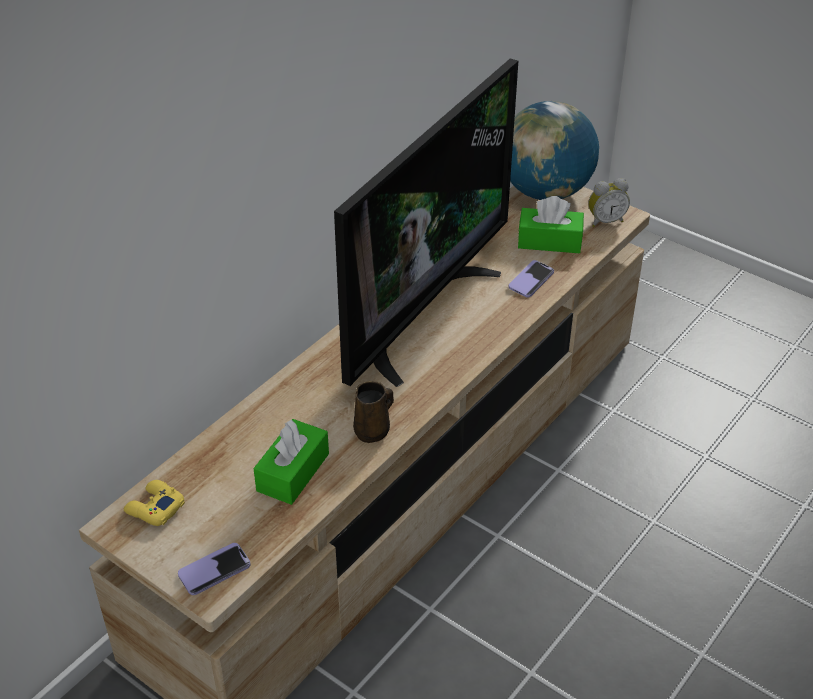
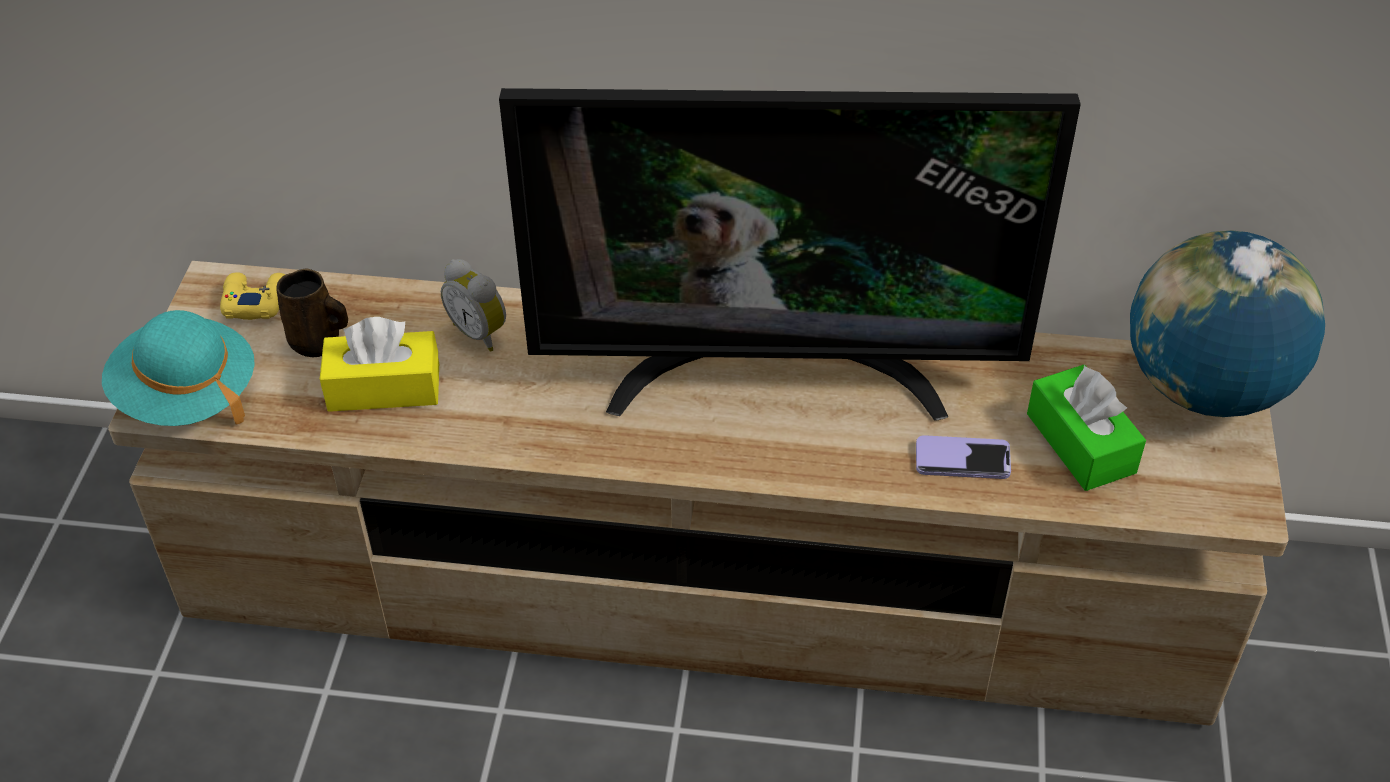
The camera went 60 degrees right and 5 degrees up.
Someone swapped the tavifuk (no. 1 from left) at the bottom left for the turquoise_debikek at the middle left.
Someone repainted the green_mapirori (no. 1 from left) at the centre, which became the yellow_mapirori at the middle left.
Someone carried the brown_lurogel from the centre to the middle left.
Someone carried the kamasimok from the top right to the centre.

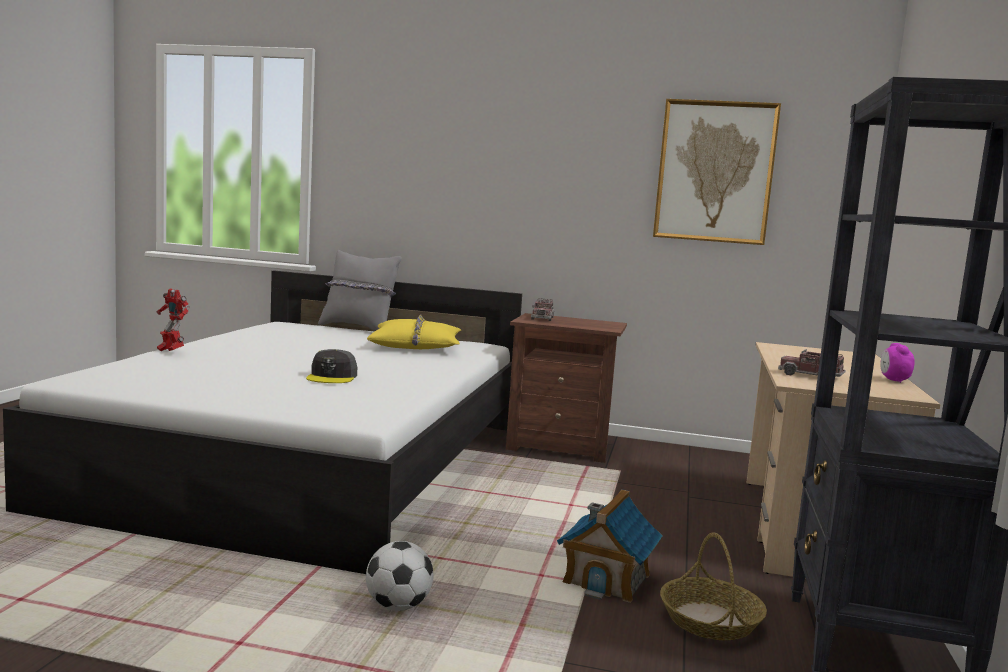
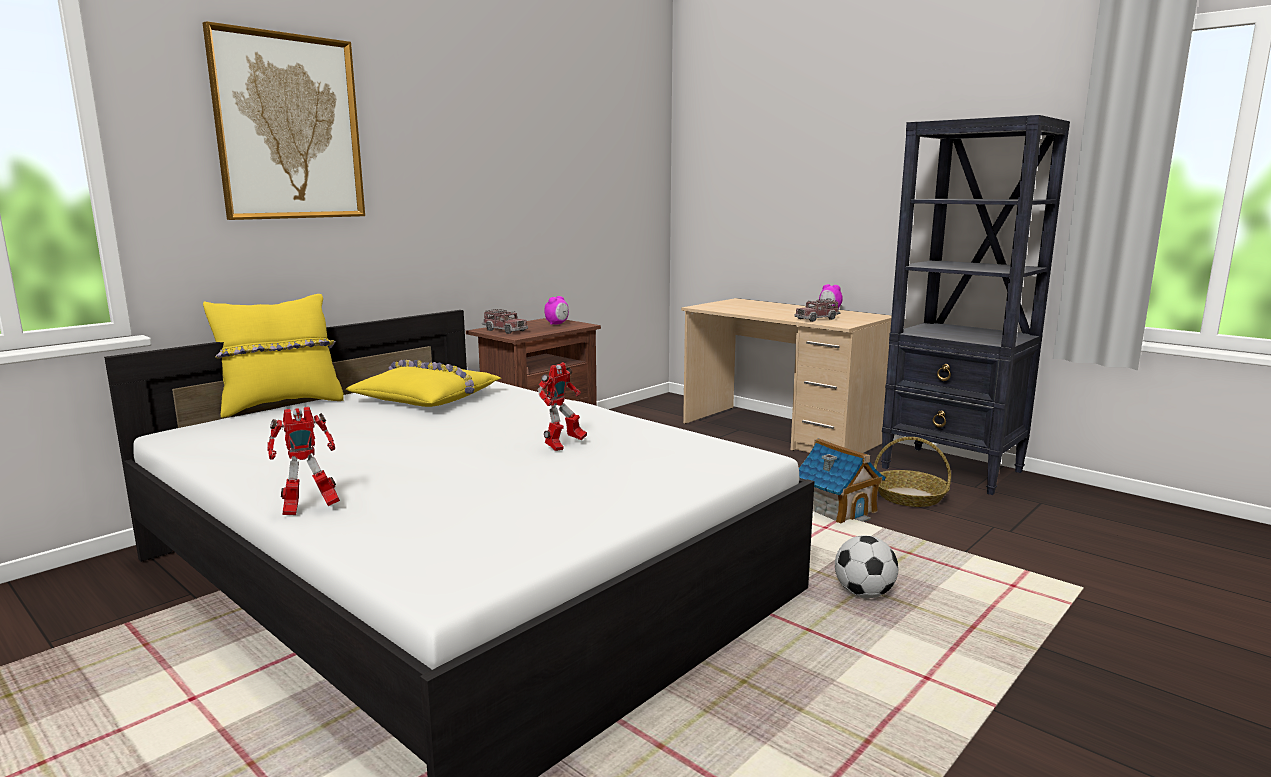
The camera went 60 degrees left and 5 degrees up.
Someone swapped the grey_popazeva at the middle left for the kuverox (no. 2 from left) at the centre.
Someone repainted the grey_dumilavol at the centre, which became the yellow_dumilavol (no. 1 from left) at the middle left.
Someone carried the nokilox from the top right to the top left.
Someone put down the kamasimok (no. 1 from left) at the centre.

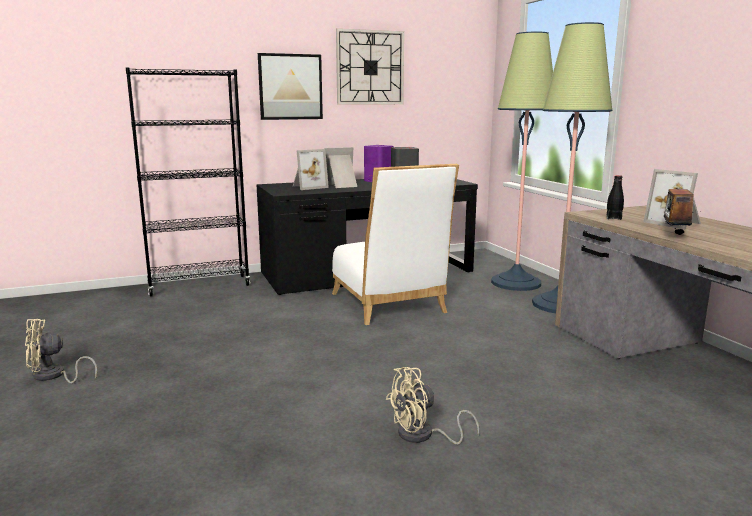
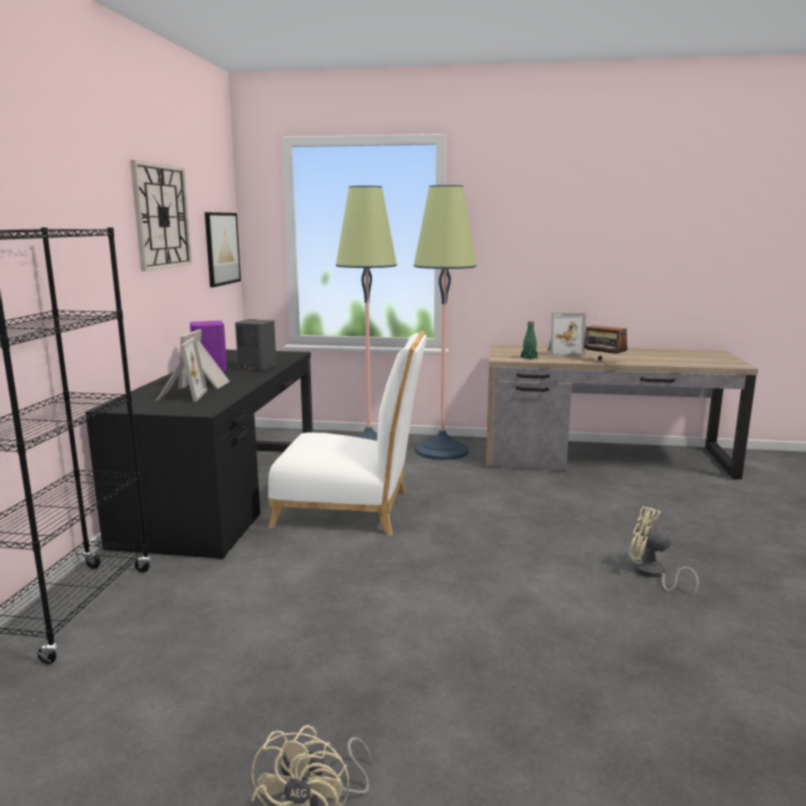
The camera went 60 degrees left and 0 degrees up.
Someone carried the nokilox from the top centre to the top left.
Someone rotated the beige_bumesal (no. 2 from left) at the bottom centre by 120 degrees clockwise.
Someone repainted the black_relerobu at the middle right, which became the green_relerobu at the centre.

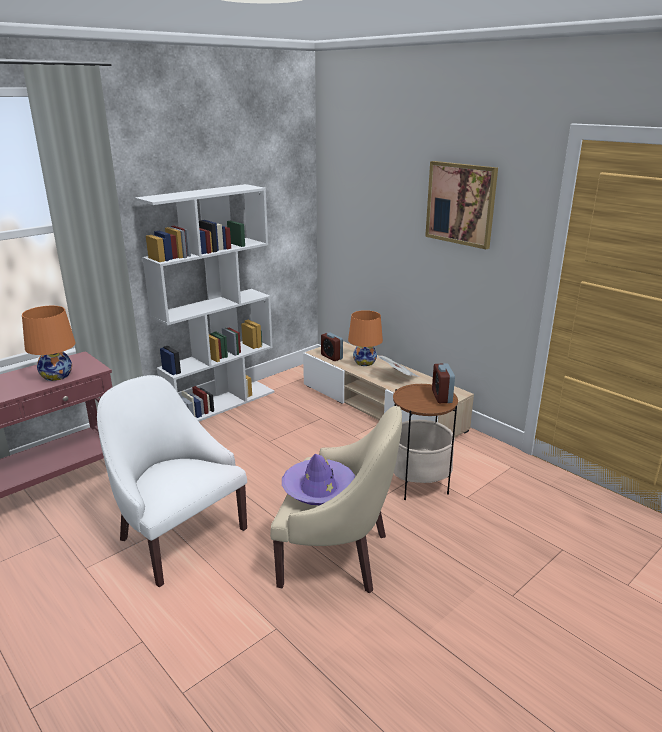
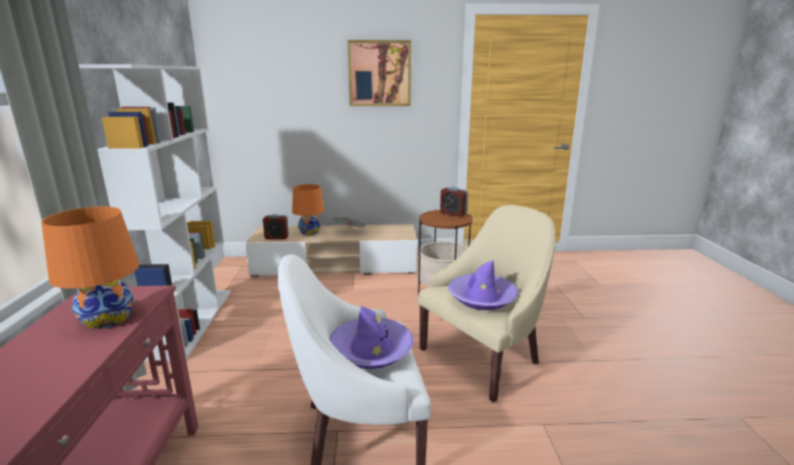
The camera went 50 degrees left and 5 degrees down.
Someone put down the purple_debikek (no. 1 from left) at the bottom centre.

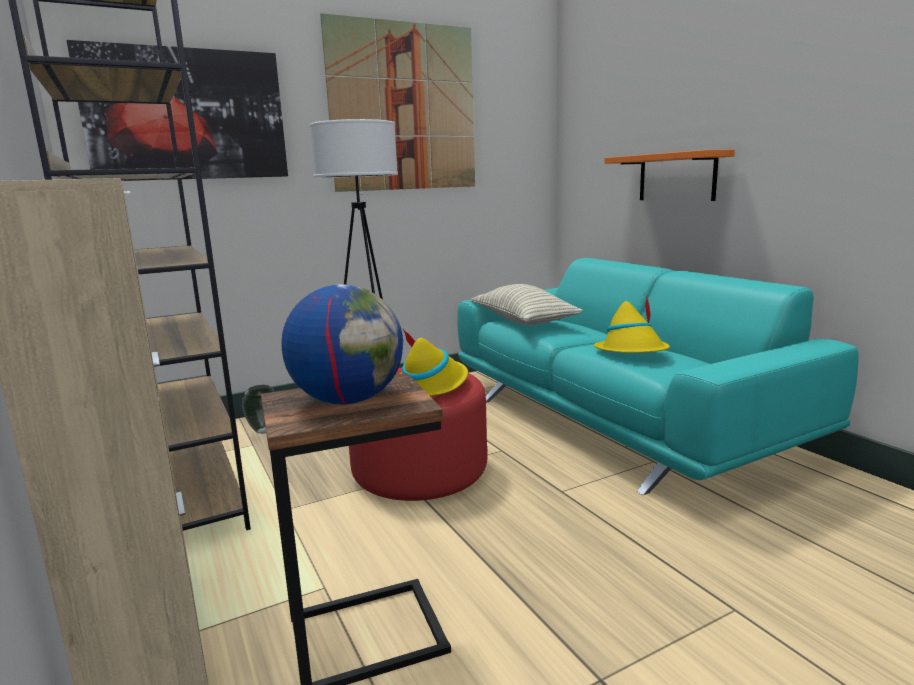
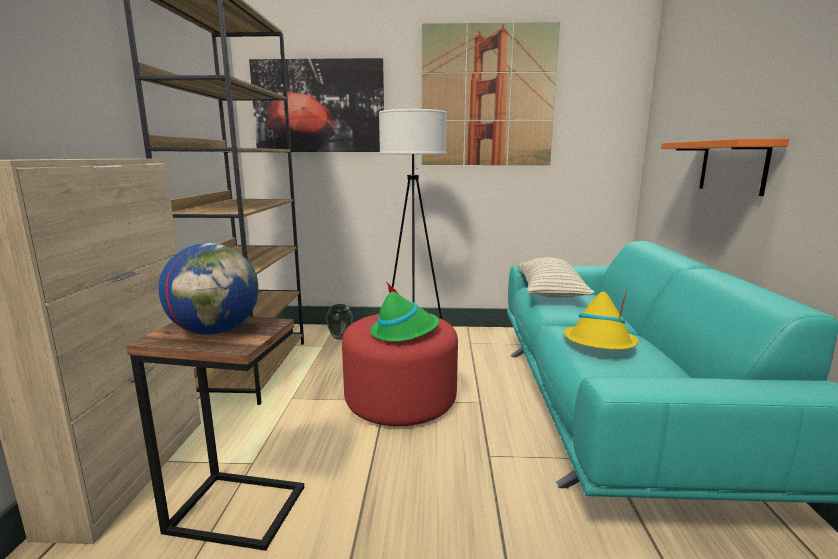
The camera went 30 degrees right and 0 degrees up.
Someone repainted the yellow_debikek (no. 1 from left) at the centre, which became the green_debikek at the centre.

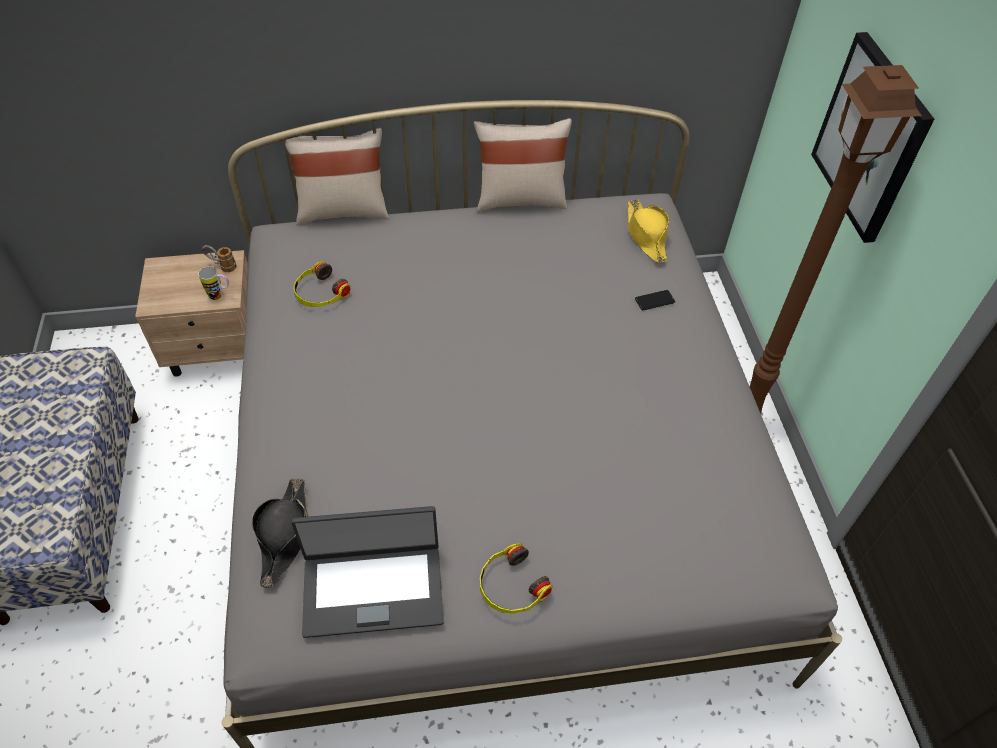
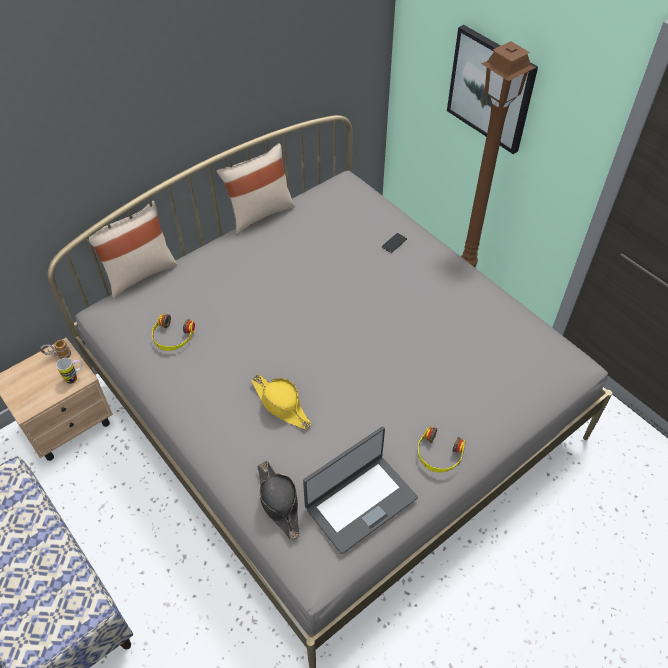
The camera went 30 degrees left and 0 degrees up.
Someone carried the yellow_debikek from the top centre to the centre.

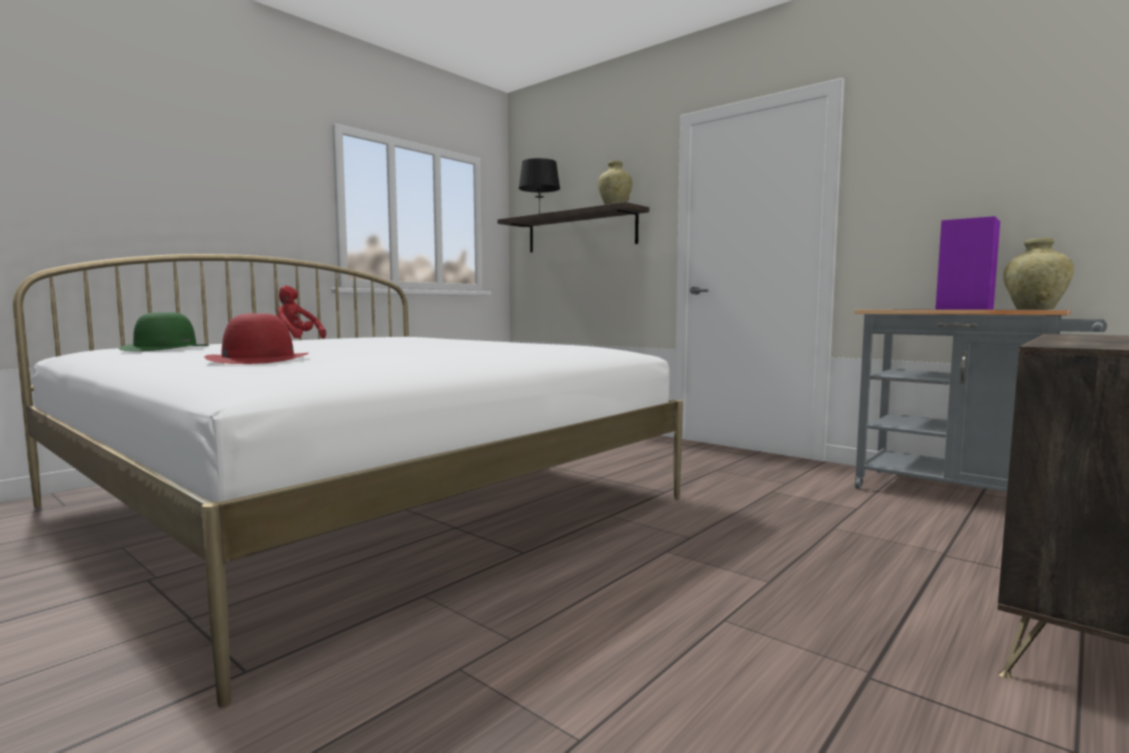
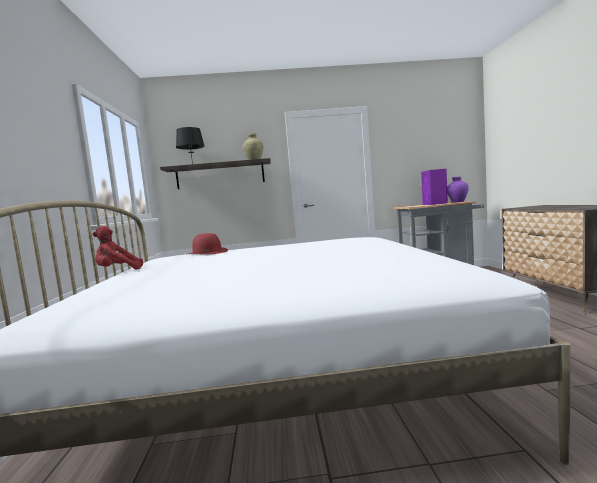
The camera went 45 degrees left and 0 degrees up.
Someone took away the green_debikek at the middle left.
Someone carried the red_debikek from the middle left to the centre.
Someone repainted the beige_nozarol (no. 2 from left) at the middle right, which became the purple_nozarol at the middle right.

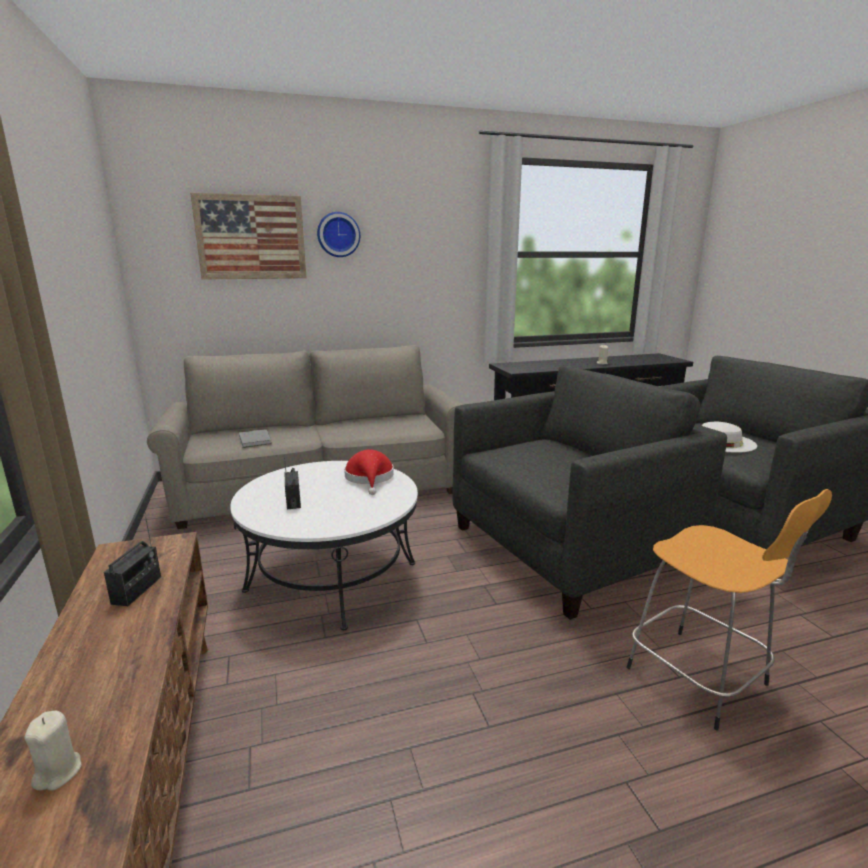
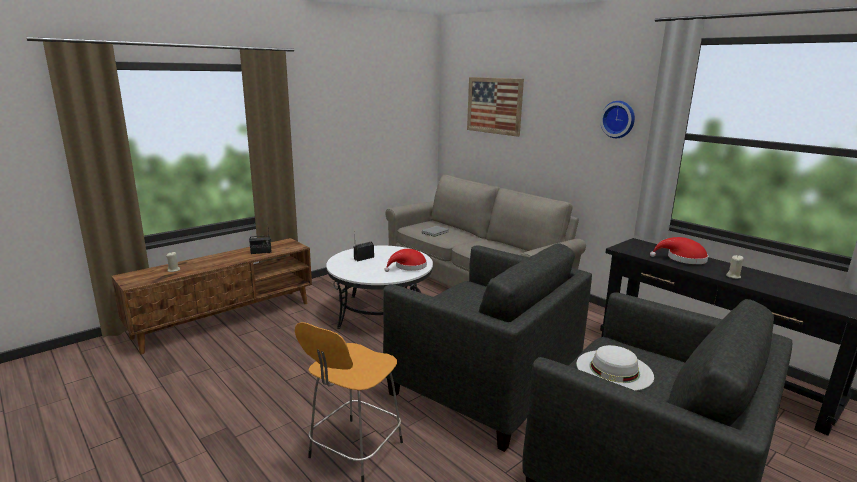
The camera went 65 degrees right and 0 degrees up.
Someone carried the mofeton from the top centre to the top right.
Someone put down the red_debikek (no. 2 from left) at the middle right.

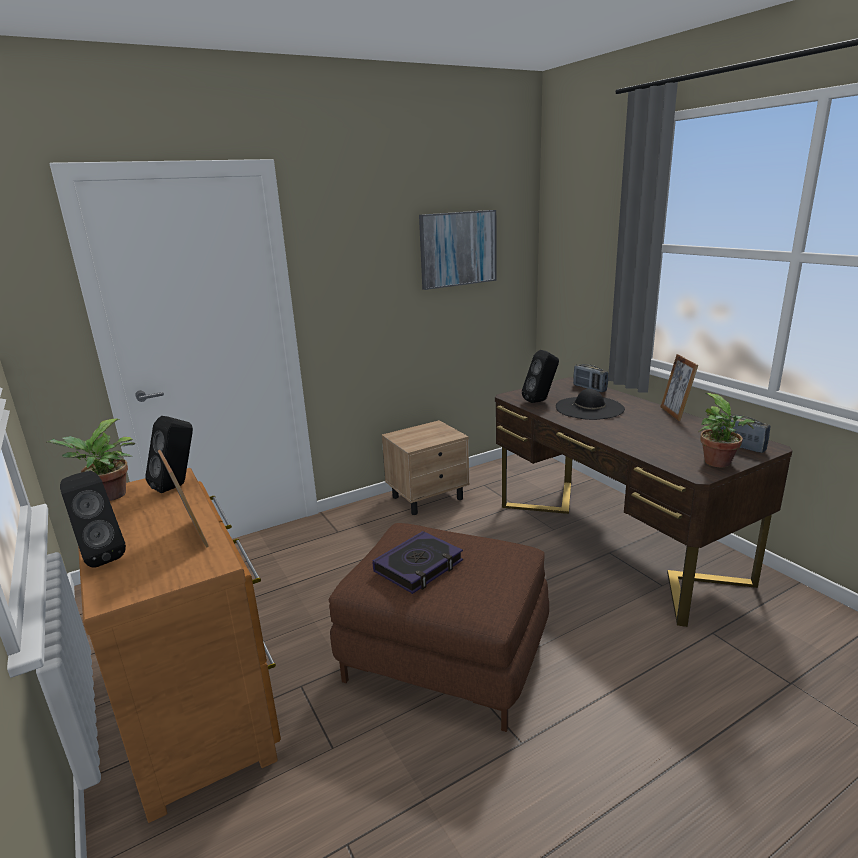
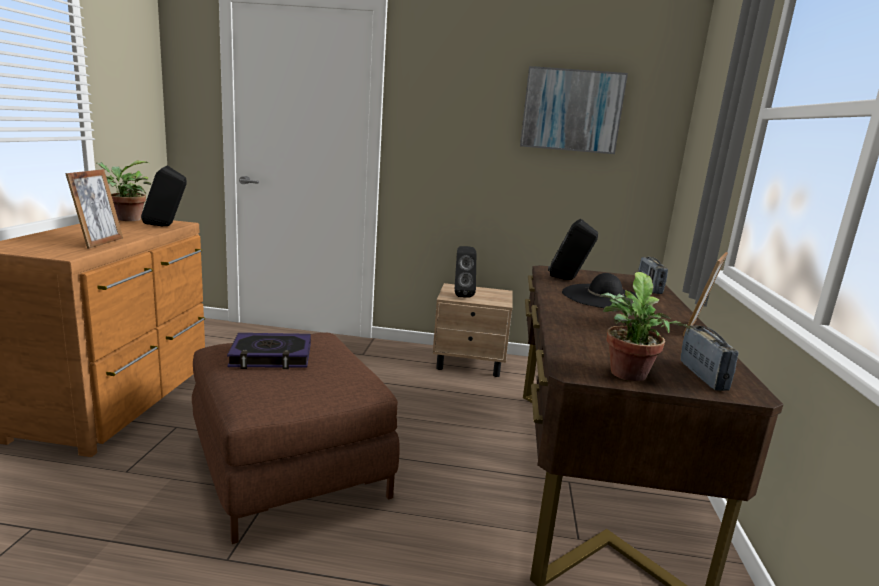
The camera went 35 degrees right and 5 degrees down.
Someone carried the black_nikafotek (no. 1 from left in the first image) from the middle left to the centre.

